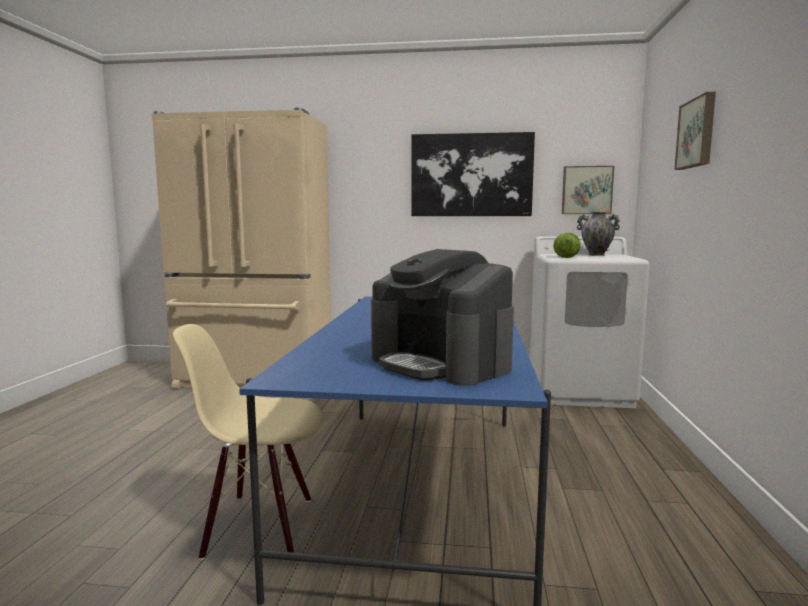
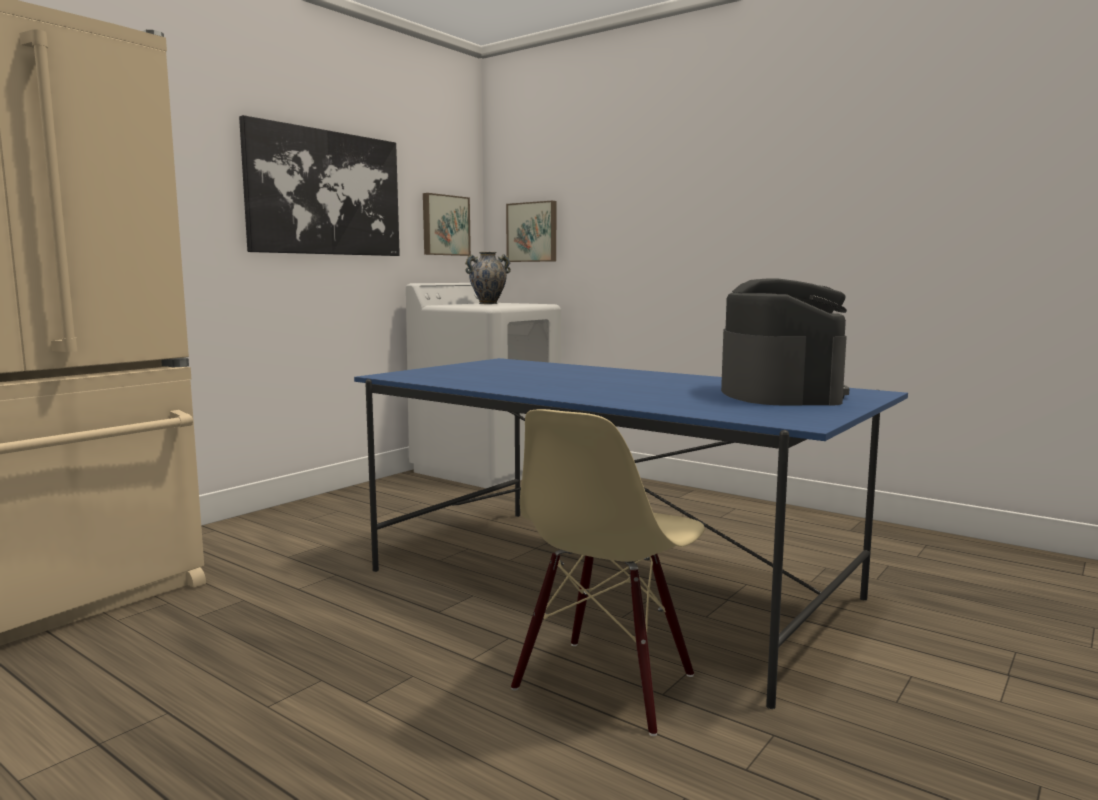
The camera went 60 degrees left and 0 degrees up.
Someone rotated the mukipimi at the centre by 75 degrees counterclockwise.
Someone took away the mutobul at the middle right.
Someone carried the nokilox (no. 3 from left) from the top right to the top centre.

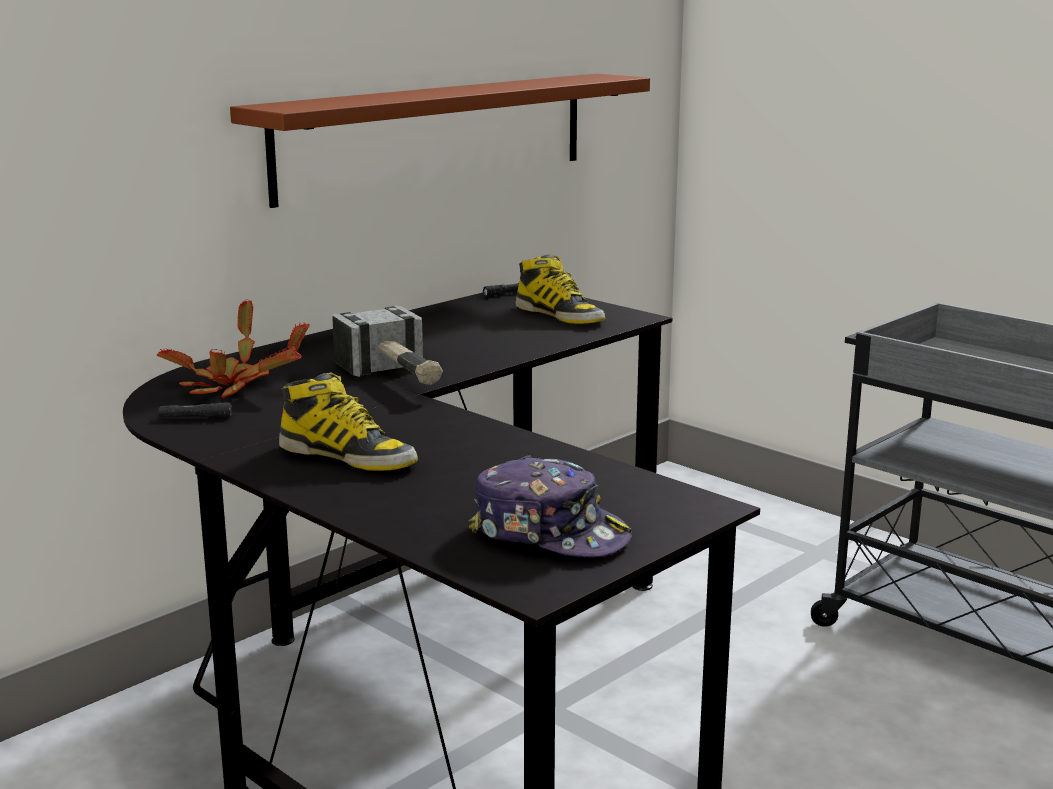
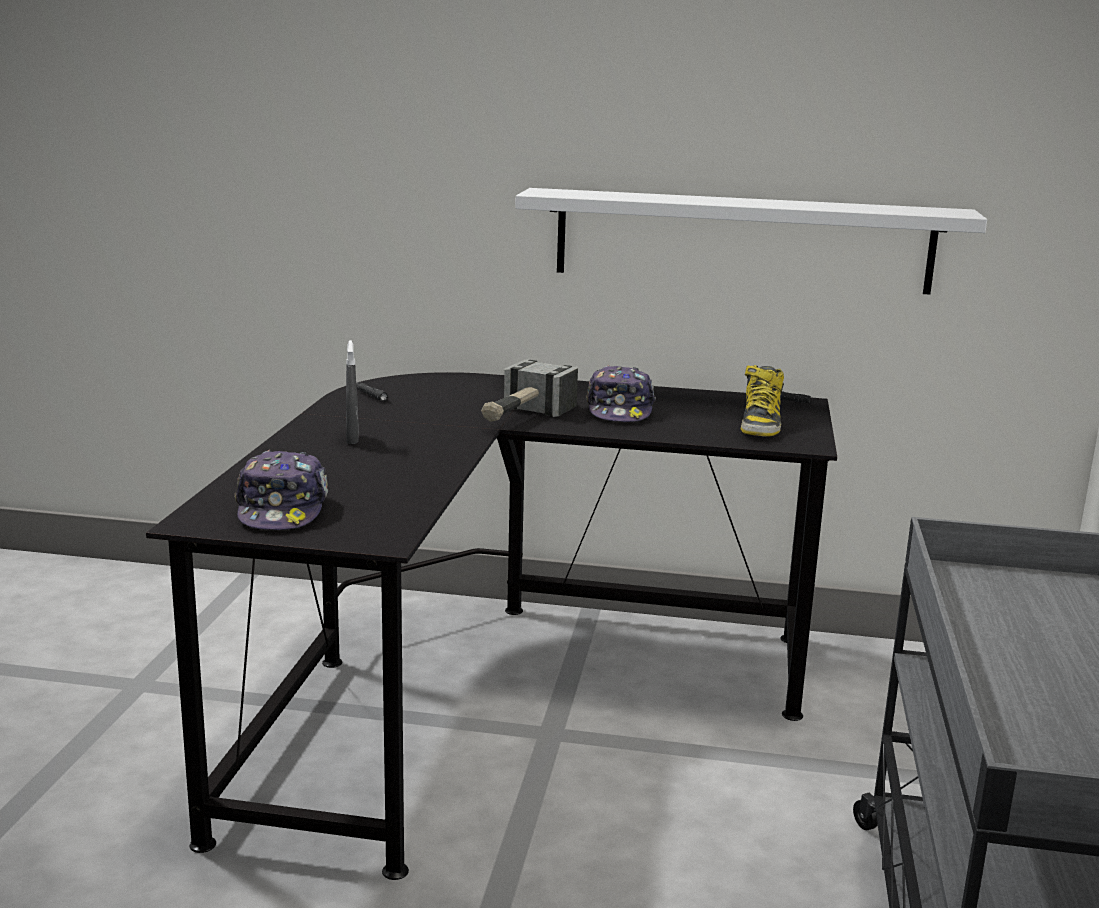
The camera went 55 degrees right and 0 degrees up.
Someone took away the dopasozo at the middle left.
Someone repainted the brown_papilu at the top centre, which became the white_papilu at the top right.
Someone swapped the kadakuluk (no. 1 from left) at the middle left for the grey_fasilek at the middle left.
Someone put down the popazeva (no. 2 from left) at the centre.

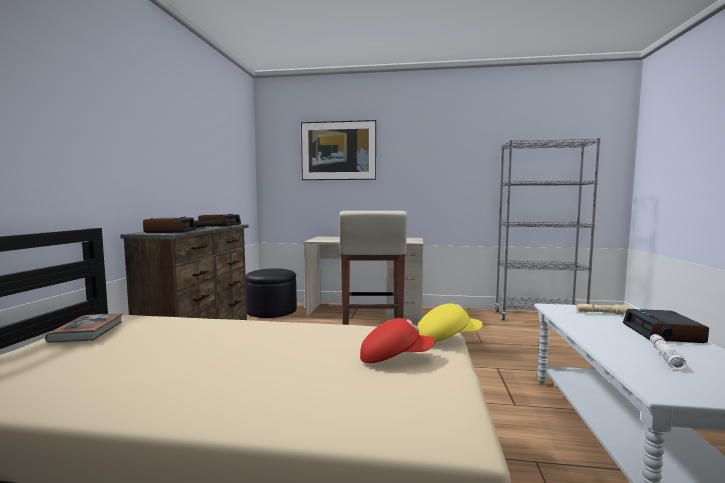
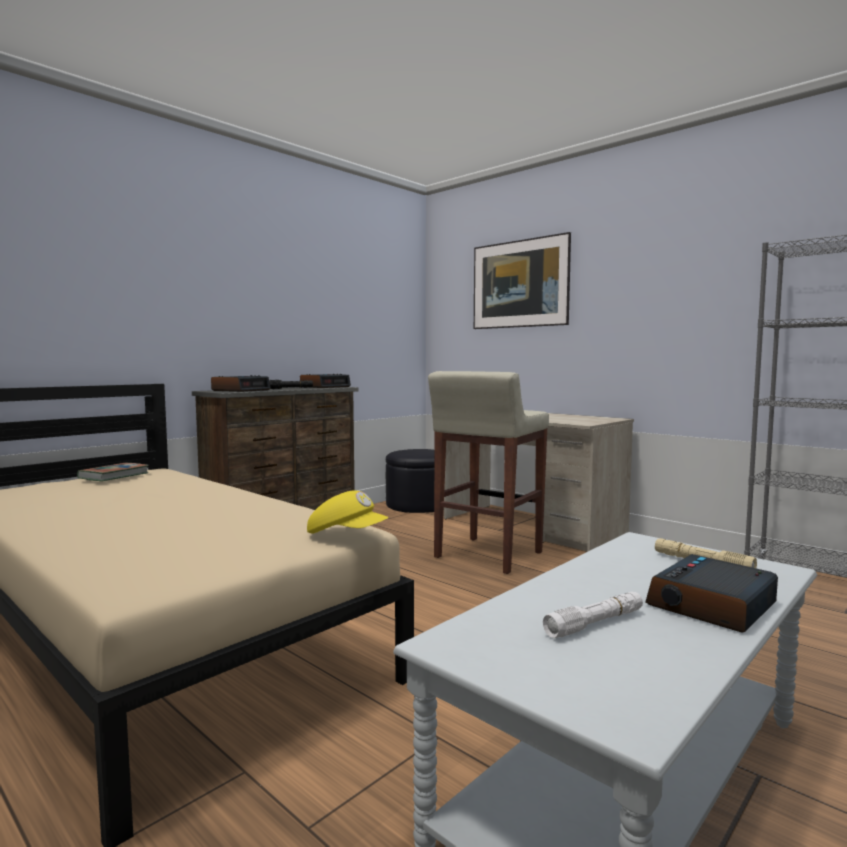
The camera went 35 degrees right and 0 degrees up.
Someone took away the red_popazeva at the bottom centre.

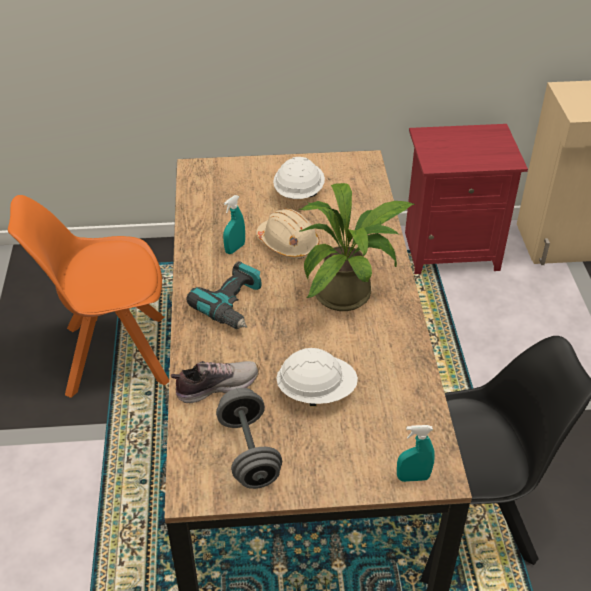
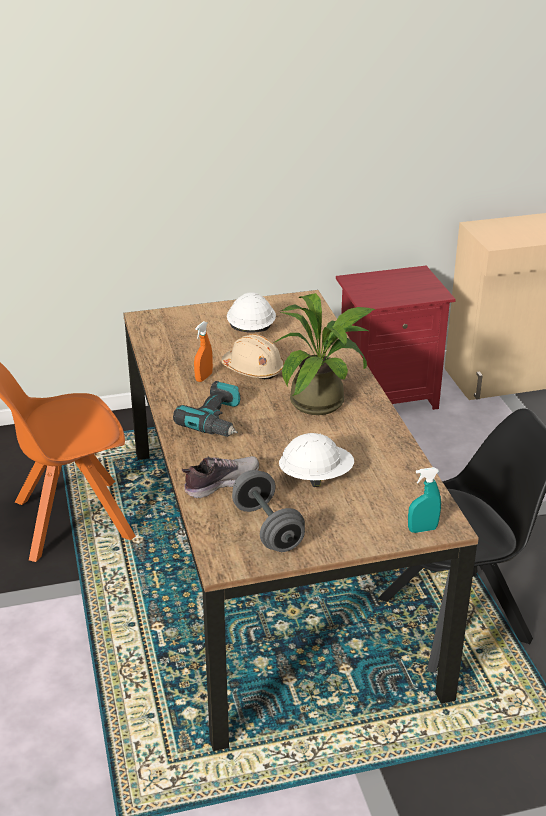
The camera went 10 degrees left and 10 degrees down.
Someone repainted the turquoise_fasilek (no. 1 from left) at the centre, which became the orange_fasilek at the centre.

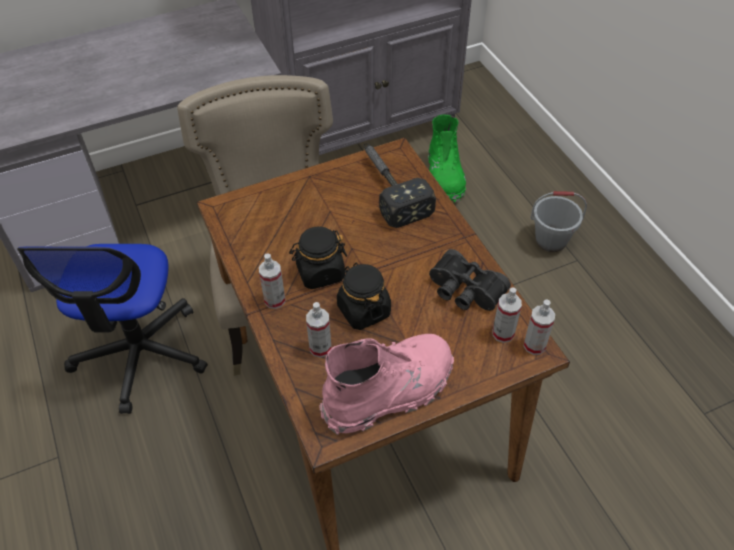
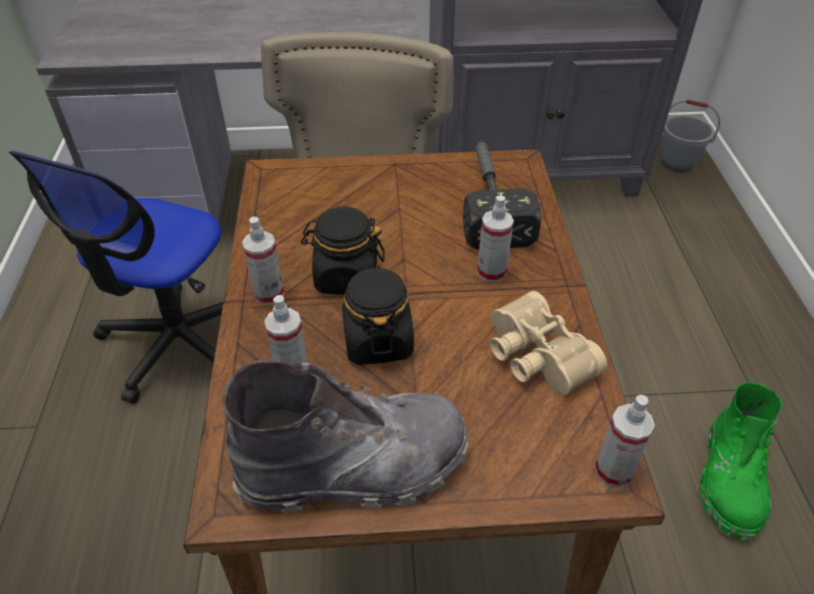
The camera went 20 degrees right and 5 degrees down.
Someone repainted the pink_kadakuluk at the bottom centre, which became the grey_kadakuluk at the bottom centre.
Someone carried the green_kadakuluk from the top centre to the bottom right.
Someone repainted the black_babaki at the centre, which became the beige_babaki at the middle right.
Someone carried the fasilek (no. 3 from left) from the middle right to the centre.
Someone carried the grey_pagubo from the middle right to the top right.

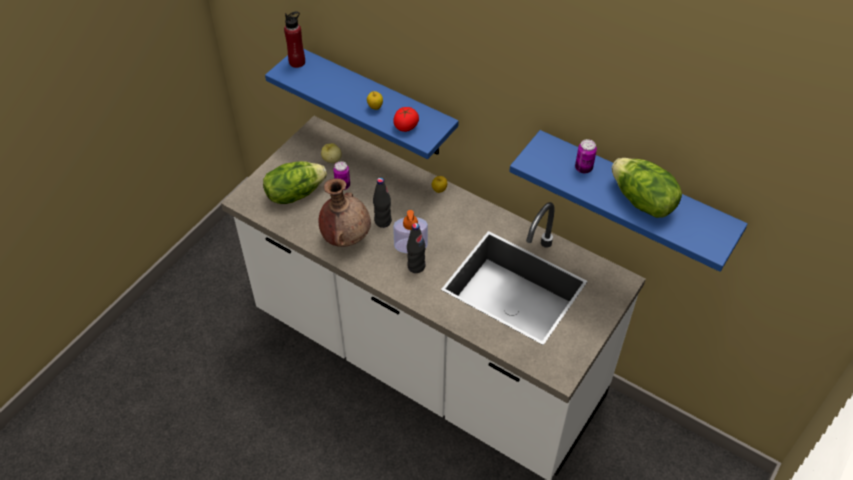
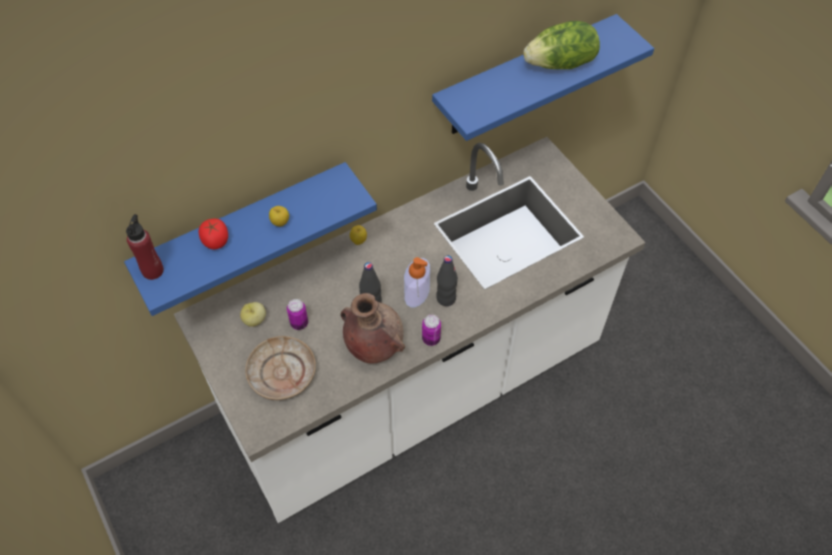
The camera went 65 degrees left and 5 degrees up.
Someone swapped the mutobul (no. 1 from left) at the centre for the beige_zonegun at the centre.
Someone carried the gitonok from the top centre to the middle left.
Someone carried the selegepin (no. 2 from left) from the top right to the centre.

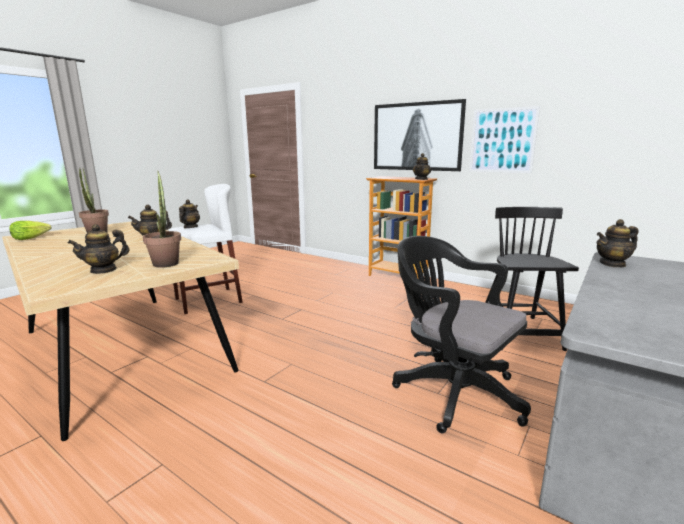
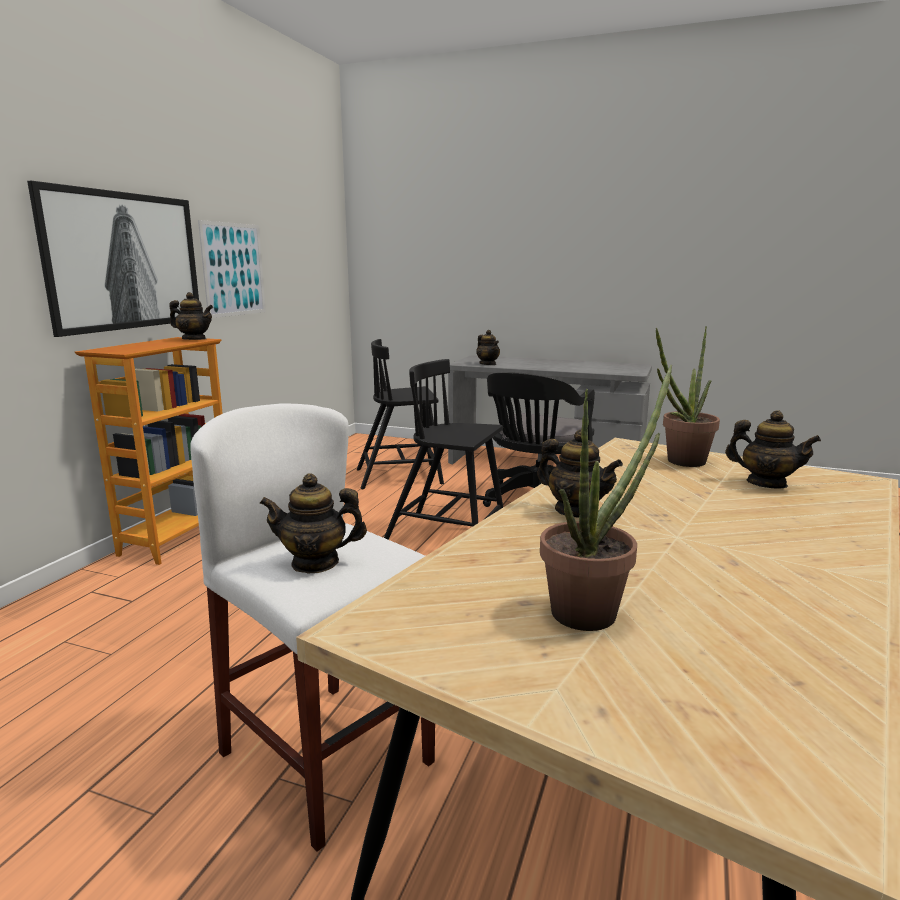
The camera went 105 degrees left and 0 degrees up.
Someone took away the mutobul at the middle left.
Someone put down the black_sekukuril (no. 2 from left) at the centre.

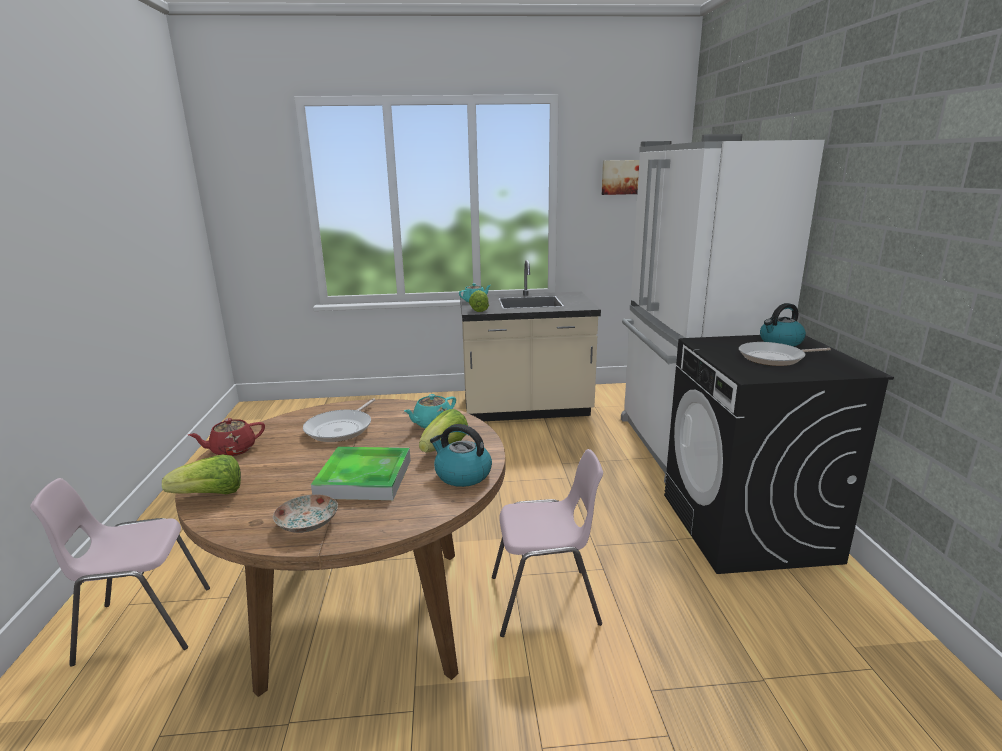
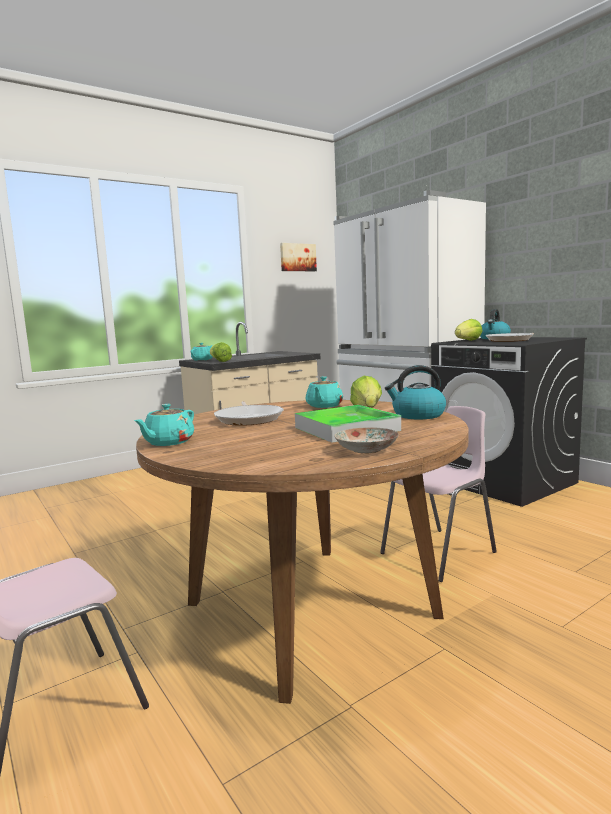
The camera went 30 degrees left and 10 degrees down.
Someone carried the mutobul (no. 1 from left in the first image) from the middle left to the middle right.
Someone repainted the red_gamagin at the middle left, which became the turquoise_gamagin (no. 1 from left) at the middle left.

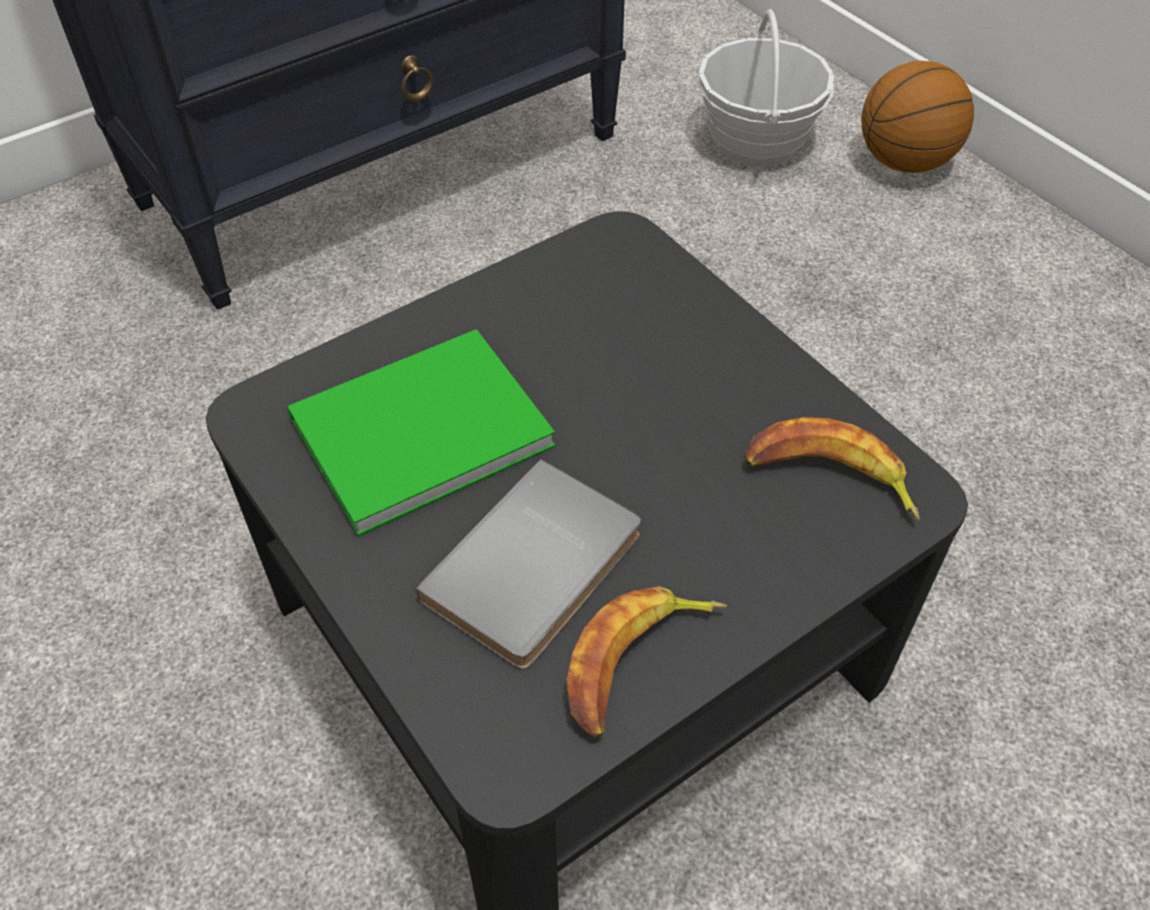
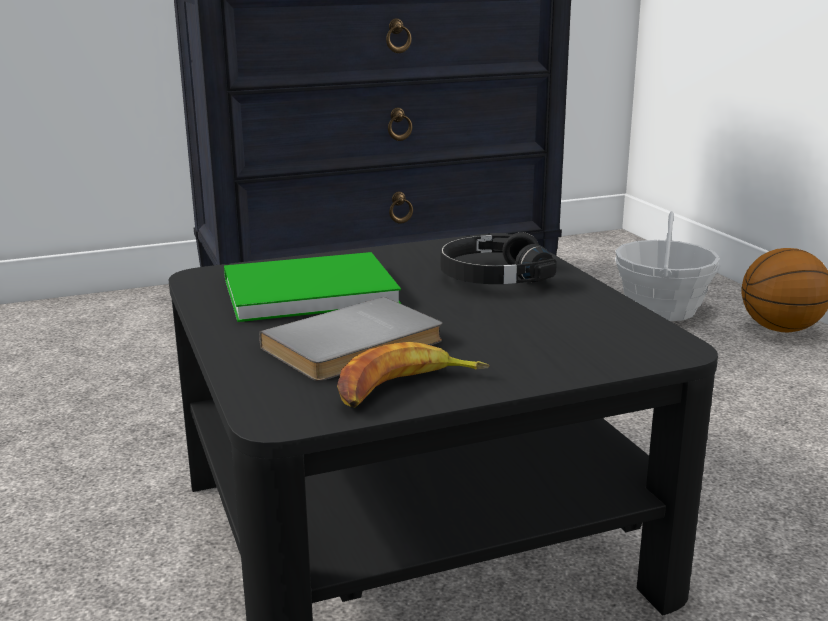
The camera went 15 degrees right and 30 degrees down.
Someone took away the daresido (no. 2 from left) at the middle right.
Someone put down the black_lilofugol at the centre.

